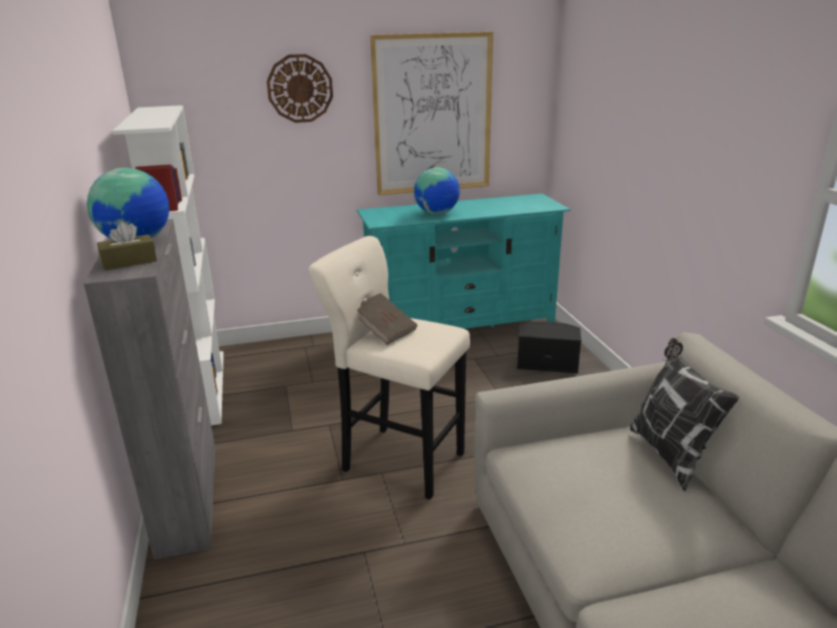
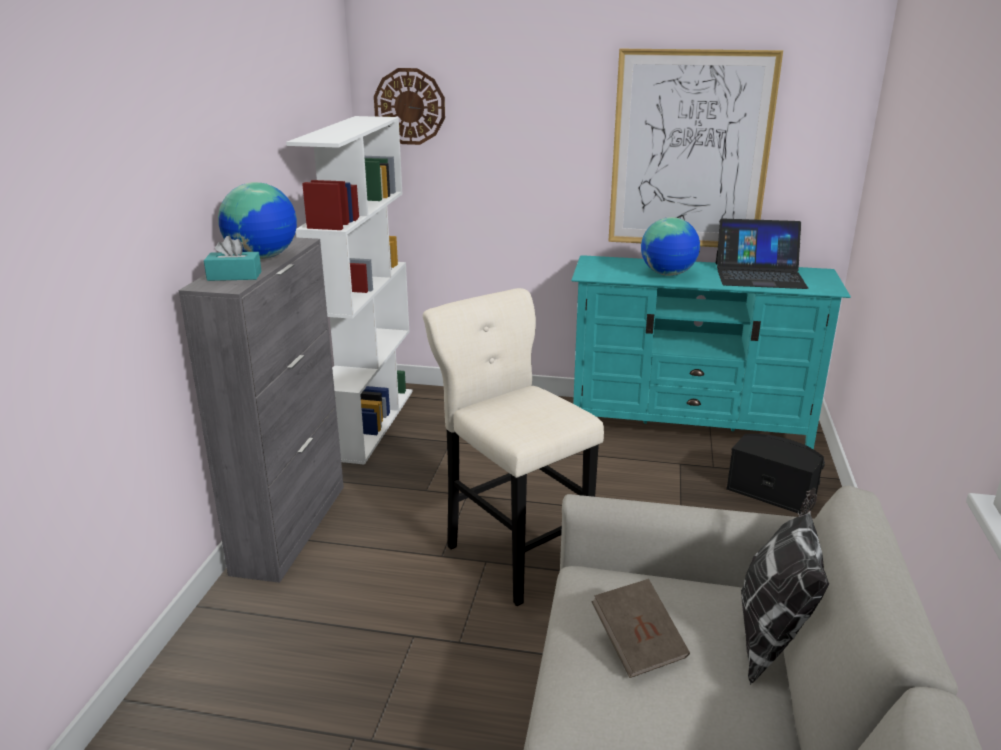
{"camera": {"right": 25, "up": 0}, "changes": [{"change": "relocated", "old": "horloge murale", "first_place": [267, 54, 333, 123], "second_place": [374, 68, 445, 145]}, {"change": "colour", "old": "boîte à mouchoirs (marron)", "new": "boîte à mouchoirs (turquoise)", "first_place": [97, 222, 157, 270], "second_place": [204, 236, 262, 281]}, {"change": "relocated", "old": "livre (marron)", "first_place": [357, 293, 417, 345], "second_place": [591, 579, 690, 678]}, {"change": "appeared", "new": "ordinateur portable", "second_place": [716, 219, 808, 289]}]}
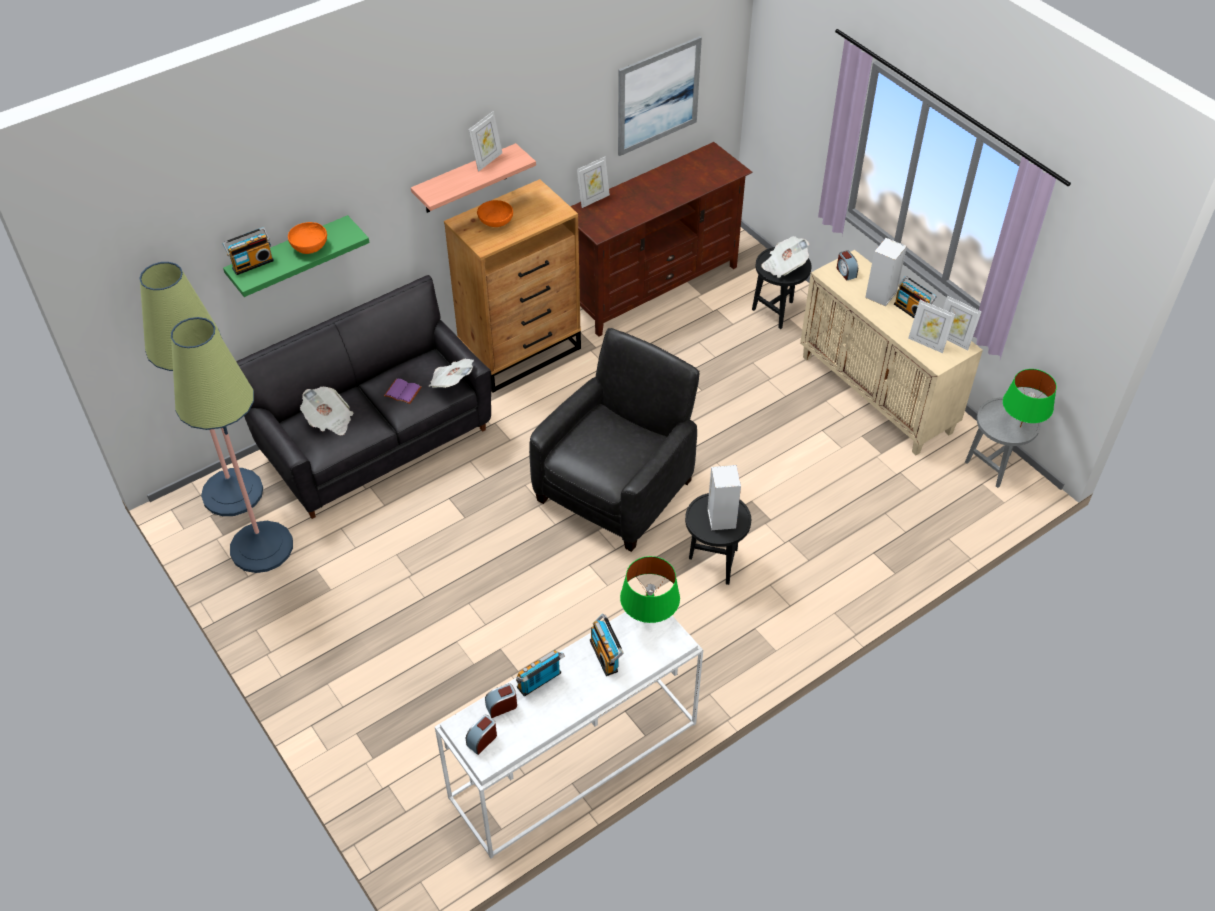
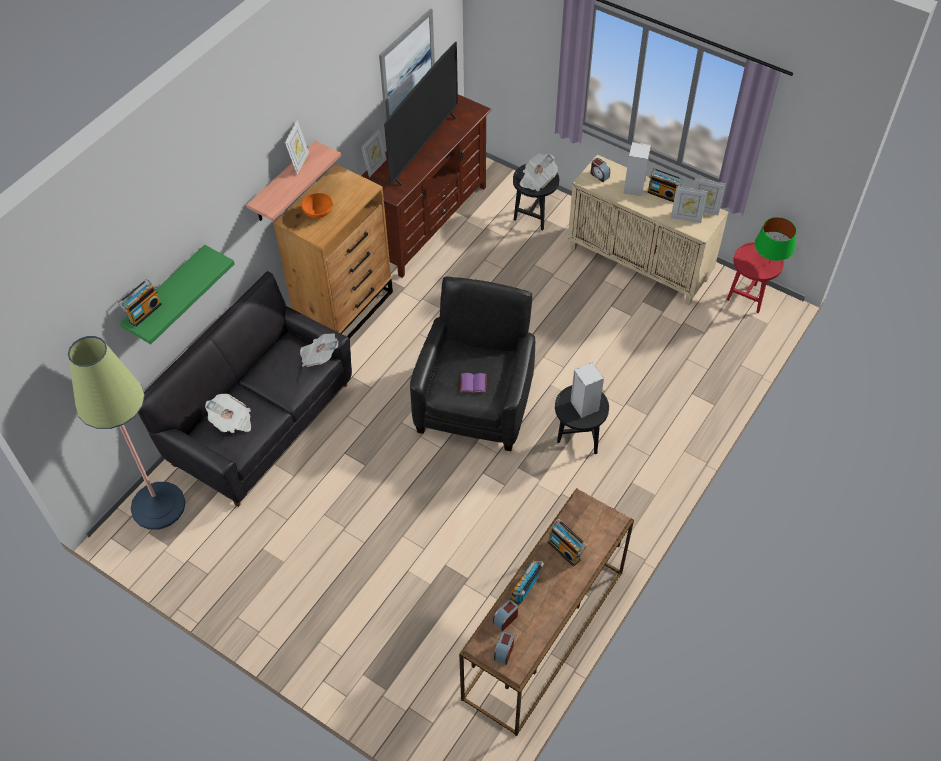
{"camera": {"right": -20, "up": 5}, "changes": [{"change": "missing", "old": "bol (orange)", "first_place": [288, 222, 327, 254]}, {"change": "missing", "old": "lampadaire", "first_place": [171, 317, 293, 573]}, {"change": "relocated", "old": "livre (violet)", "first_place": [384, 378, 422, 404], "second_place": [460, 373, 487, 393]}, {"change": "colour", "old": "table d'appoint (gris)", "new": "table d'appoint (rouge)", "first_place": [965, 397, 1041, 488], "second_place": [727, 242, 784, 314]}, {"change": "missing", "old": "lampe de table (vert)", "first_place": [620, 556, 680, 623]}, {"change": "colour", "old": "table console (blanc)", "new": "table console (marron)", "first_place": [435, 612, 703, 859], "second_place": [459, 488, 634, 736]}, {"change": "appeared", "new": "téléviseur", "second_place": [384, 42, 458, 186]}]}
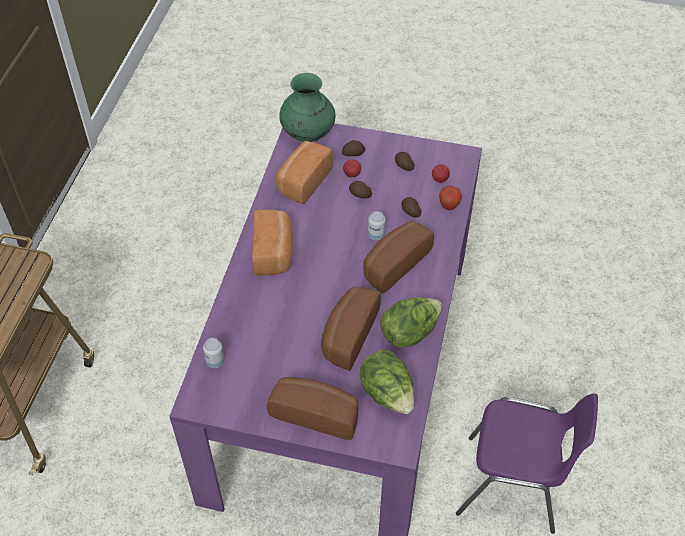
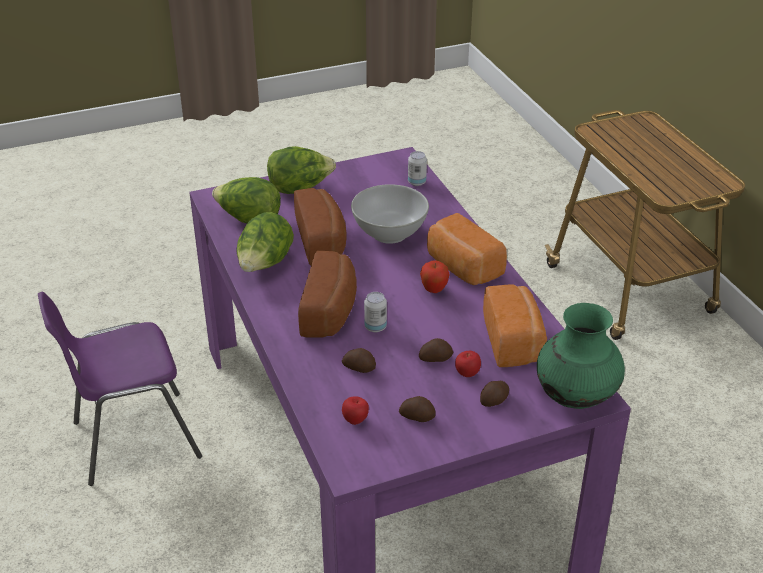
{"camera": {"right": 145, "up": -15}, "changes": [{"change": "relocated", "old": "pomme", "first_place": [439, 186, 462, 210], "second_place": [420, 260, 450, 293]}, {"change": "exchanged", "old": "pain", "new": "laitue", "first_place": [267, 377, 359, 440], "second_place": [267, 146, 336, 194]}, {"change": "appeared", "new": "bol (blanc)", "second_place": [351, 184, 429, 244]}]}
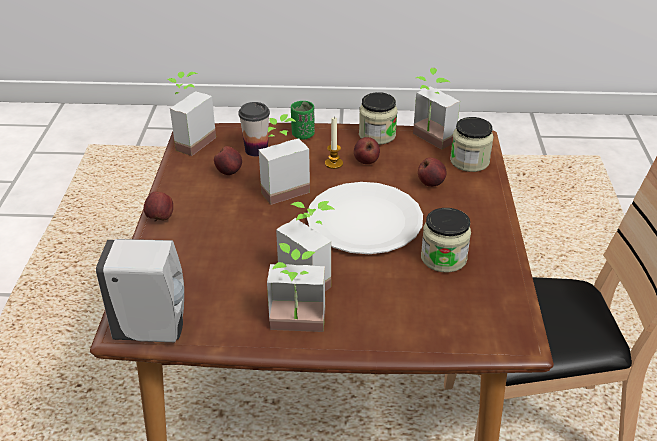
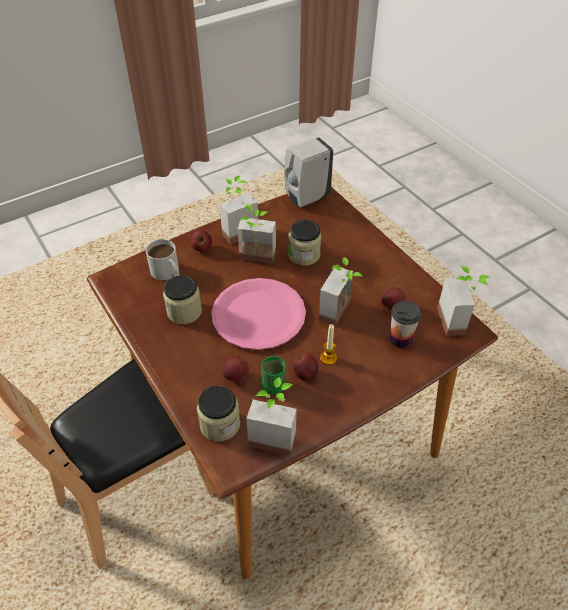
{"camera": {"right": 145, "up": 10}, "changes": [{"change": "relocated", "old": "bocal", "first_place": [359, 92, 398, 145], "second_place": [288, 220, 322, 266]}, {"change": "relocated", "old": "tasse (vert)", "first_place": [291, 101, 315, 140], "second_place": [261, 356, 286, 394]}, {"change": "colour", "old": "assiette (blanc)", "new": "assiette (rose)", "first_place": [307, 182, 423, 254], "second_place": [211, 278, 306, 350]}, {"change": "relocated", "old": "pomme", "first_place": [144, 192, 173, 221], "second_place": [191, 230, 212, 252]}, {"change": "appeared", "new": "mug (blanc)", "second_place": [146, 239, 180, 280]}]}
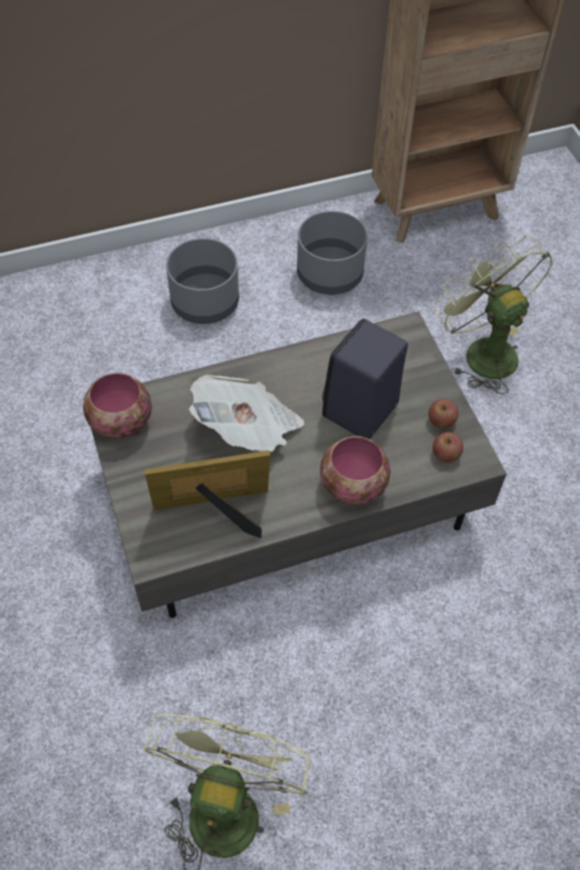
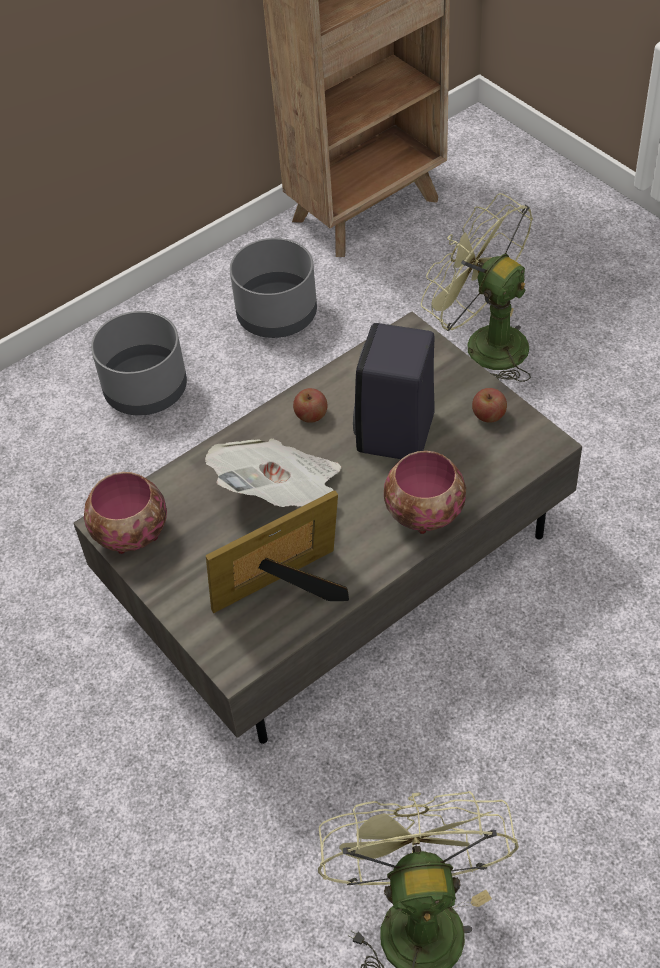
{"camera": {"right": -15, "up": -5}, "changes": [{"change": "relocated", "old": "pomme", "first_place": [433, 432, 463, 462], "second_place": [293, 388, 328, 423]}]}
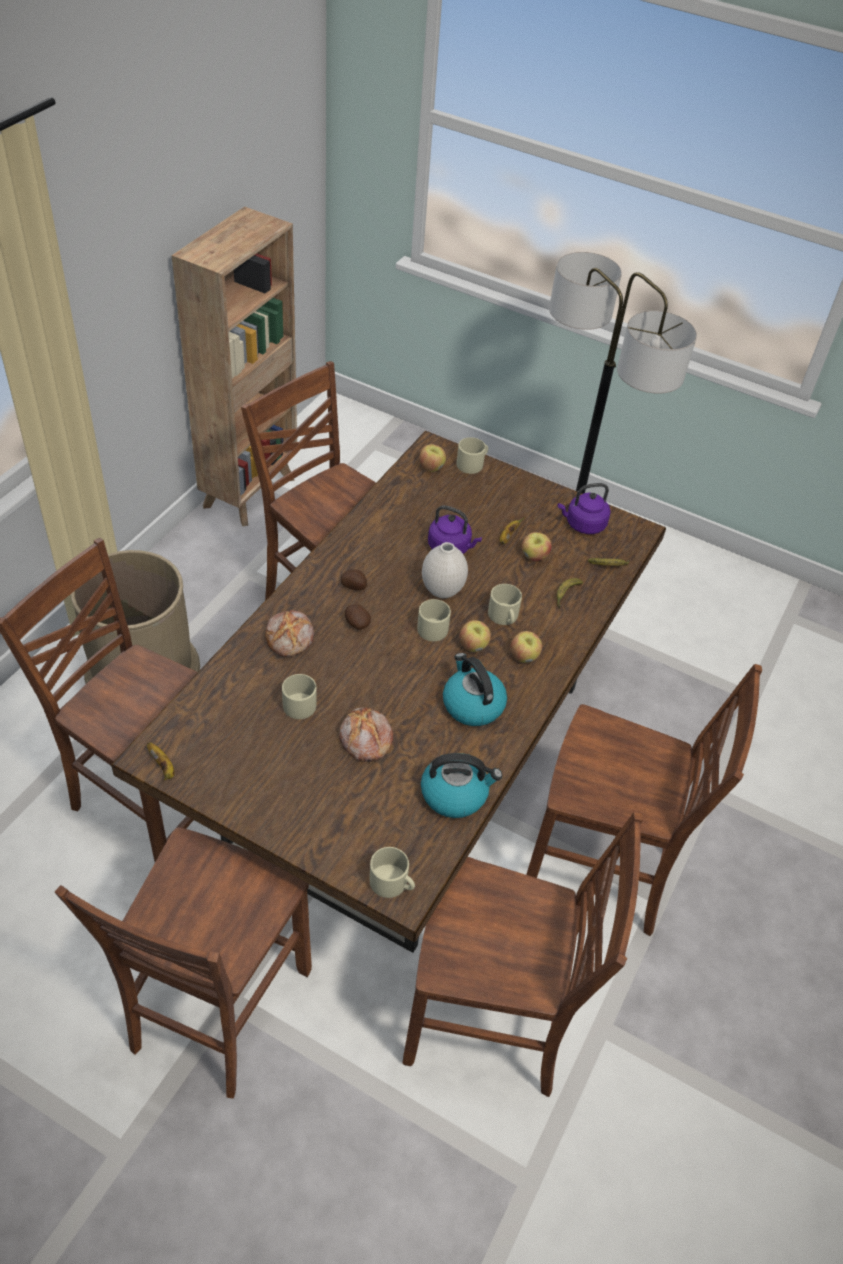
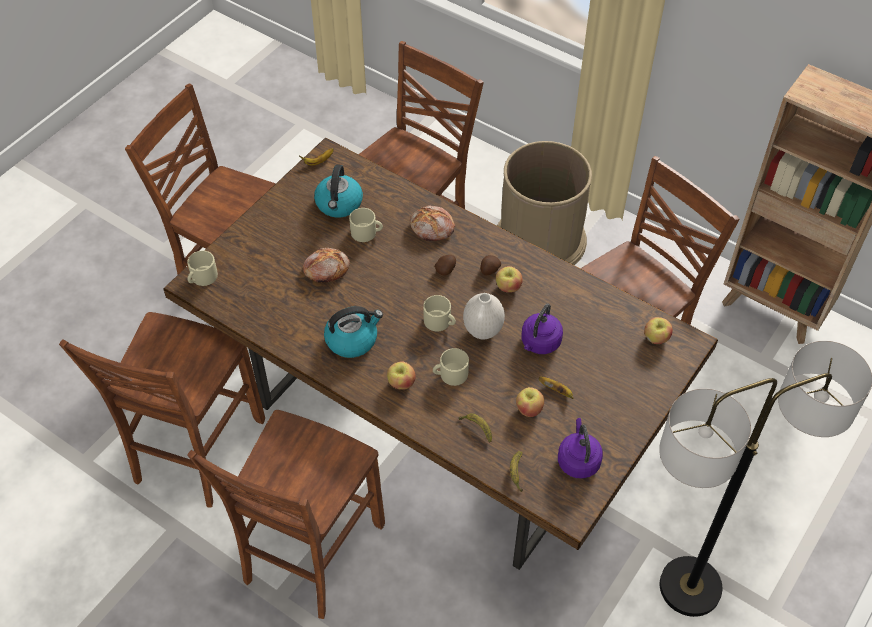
{"camera": {"right": 100, "up": 5}, "changes": [{"change": "missing", "old": "mug (beige)", "first_place": [457, 437, 488, 474]}, {"change": "relocated", "old": "pomme", "first_place": [459, 620, 491, 652], "second_place": [496, 266, 523, 293]}, {"change": "relocated", "old": "bouilloire", "first_place": [421, 753, 502, 818], "second_place": [314, 165, 363, 218]}]}
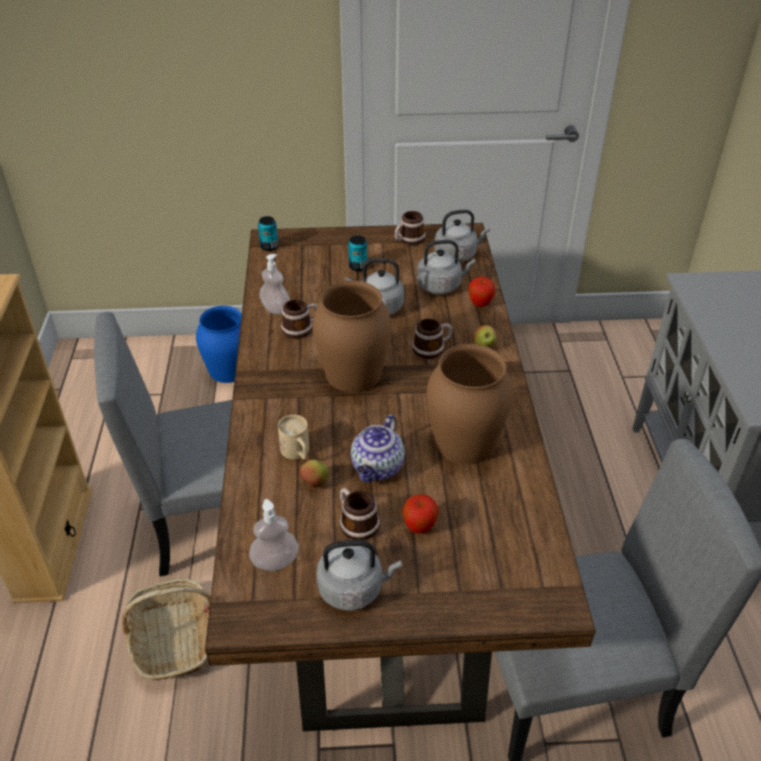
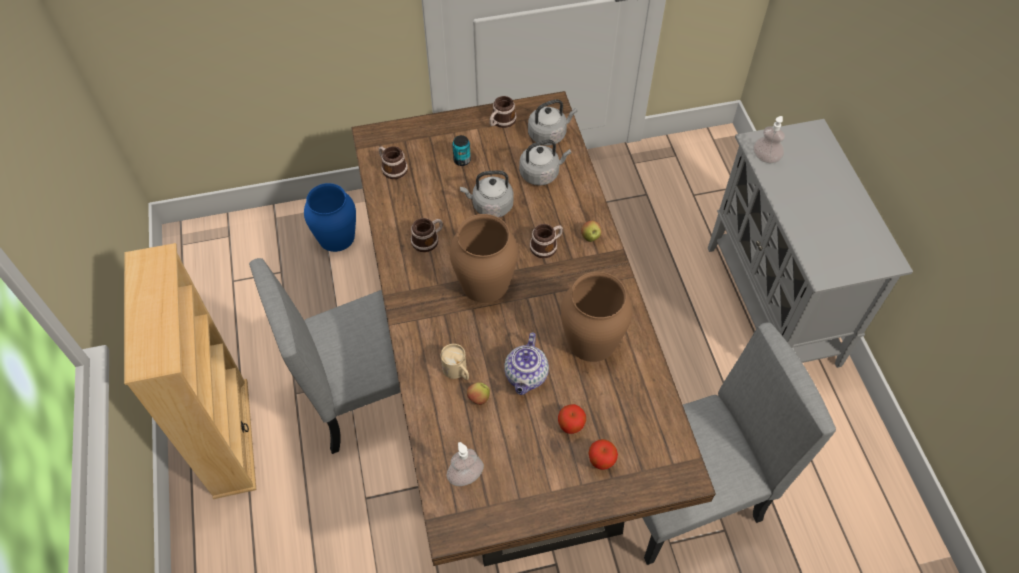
{"camera": {"right": -10, "up": 15}, "changes": [{"change": "missing", "old": "boîte métallique", "first_place": [258, 216, 278, 251]}, {"change": "relocated", "old": "distributeur de savon", "first_place": [260, 254, 290, 314], "second_place": [753, 116, 785, 163]}, {"change": "relocated", "old": "pomme", "first_place": [469, 276, 496, 307], "second_place": [588, 439, 618, 470]}, {"change": "relocated", "old": "mug", "first_place": [340, 488, 380, 540], "second_place": [379, 146, 408, 179]}, {"change": "missing", "old": "bouilloire (gris)", "first_place": [316, 540, 402, 611]}, {"change": "missing", "old": "panier", "first_place": [122, 579, 211, 681]}]}
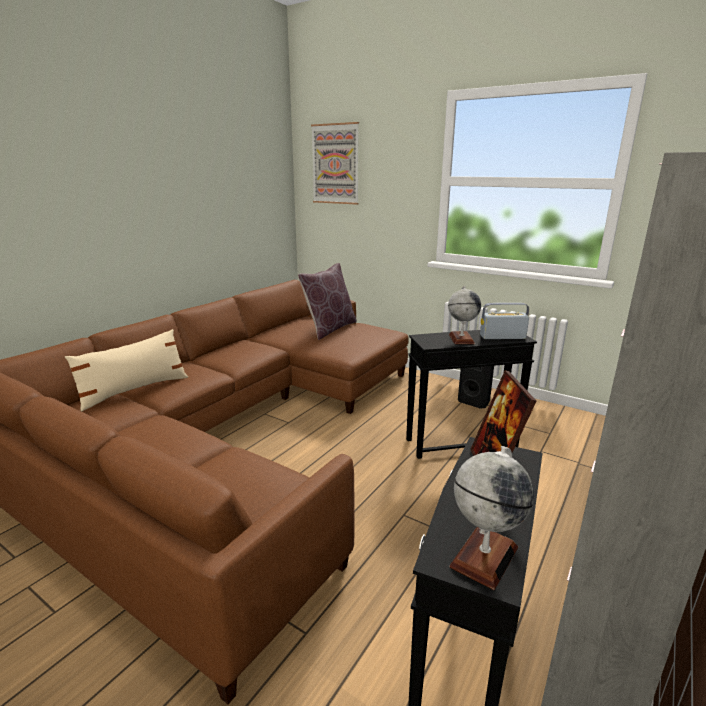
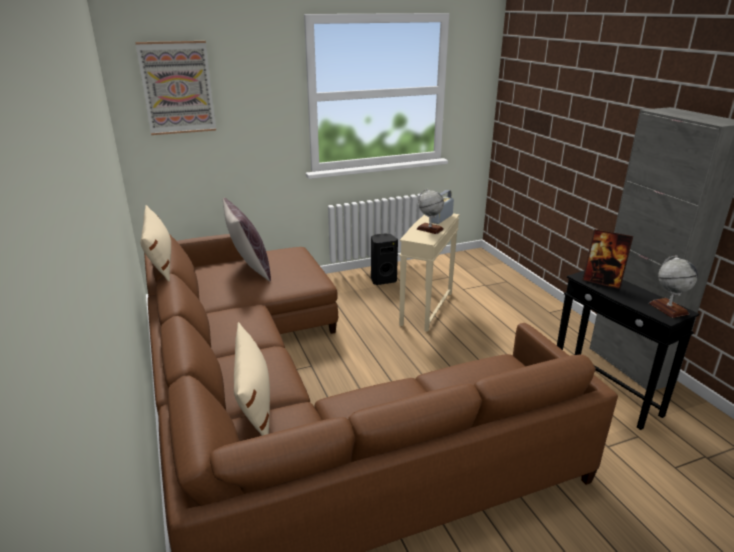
{"camera": {"right": -55, "up": 5}, "changes": [{"change": "colour", "old": "table d'appoint (noir)", "new": "table d'appoint (beige)", "first_place": [406, 330, 537, 459], "second_place": [399, 214, 460, 332]}, {"change": "appeared", "new": "coussin (beige)", "second_place": [140, 205, 171, 281]}]}
